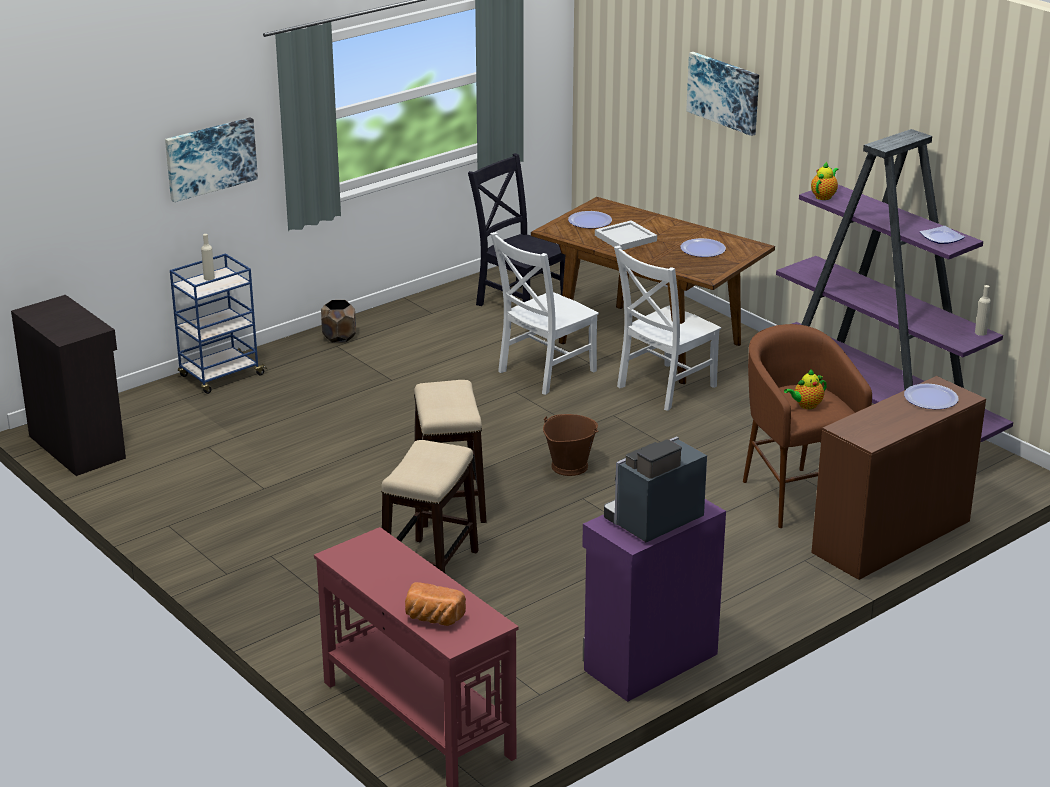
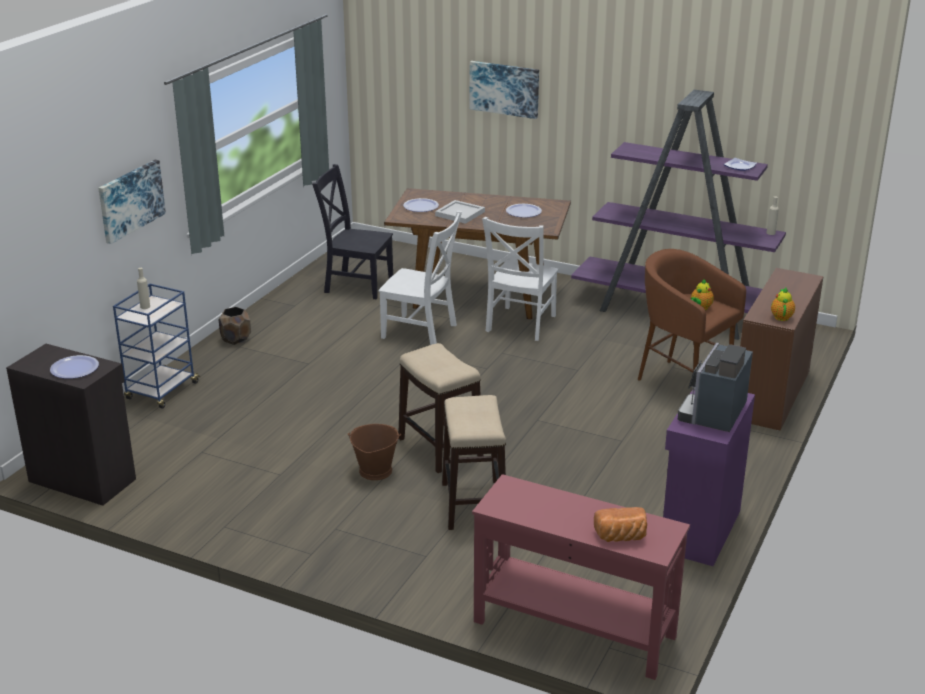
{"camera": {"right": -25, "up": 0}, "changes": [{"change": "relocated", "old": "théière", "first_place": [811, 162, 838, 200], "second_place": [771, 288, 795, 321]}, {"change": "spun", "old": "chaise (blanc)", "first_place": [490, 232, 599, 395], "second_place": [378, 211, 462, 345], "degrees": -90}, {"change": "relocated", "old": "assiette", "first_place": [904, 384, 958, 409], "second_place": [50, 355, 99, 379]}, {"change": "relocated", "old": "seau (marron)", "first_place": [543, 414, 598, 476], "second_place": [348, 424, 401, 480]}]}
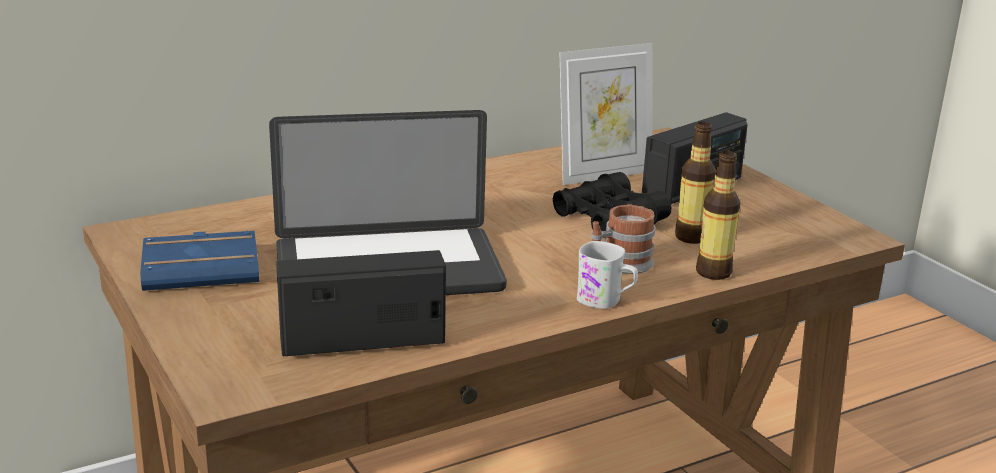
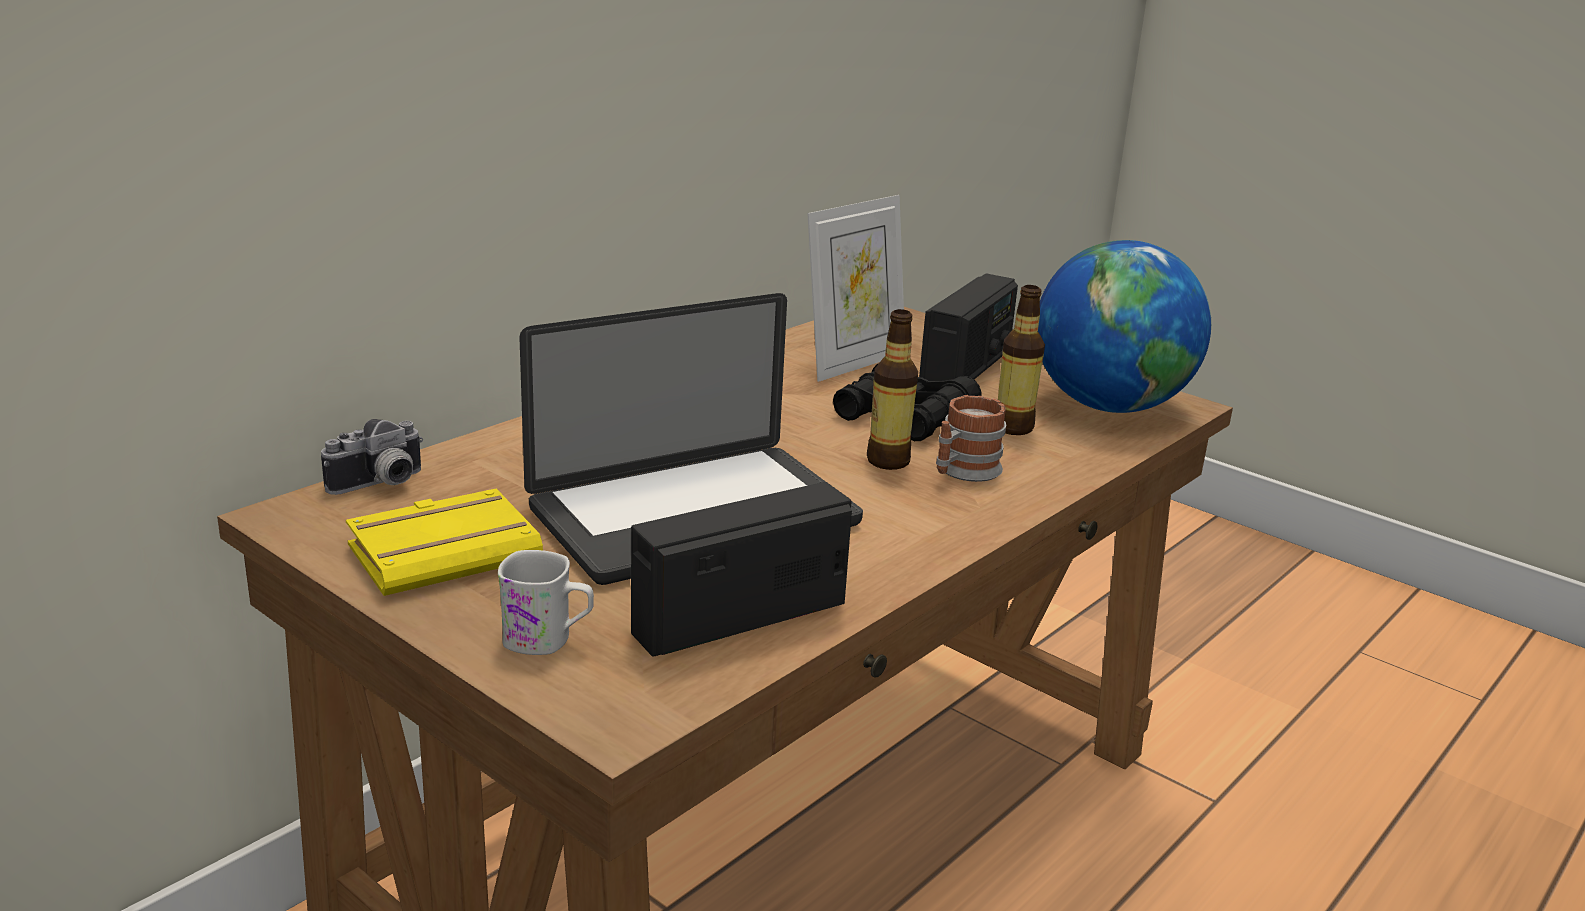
{"camera": {"right": -20, "up": 0}, "changes": [{"change": "relocated", "old": "bouteille", "first_place": [696, 151, 740, 280], "second_place": [867, 309, 918, 470]}, {"change": "colour", "old": "livre (bleu)", "new": "livre (jaune)", "first_place": [140, 231, 259, 291], "second_place": [346, 489, 543, 596]}, {"change": "relocated", "old": "mug (blanc)", "first_place": [577, 241, 638, 309], "second_place": [498, 550, 594, 655]}, {"change": "appeared", "new": "globe", "second_place": [1038, 240, 1211, 413]}, {"change": "appeared", "new": "appareil photo", "second_place": [321, 419, 423, 495]}]}
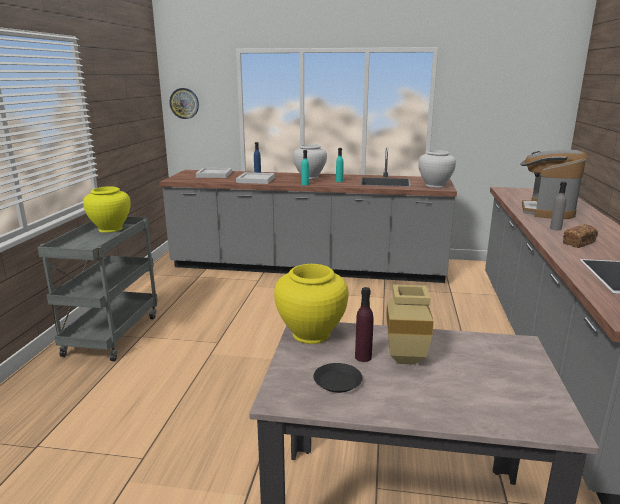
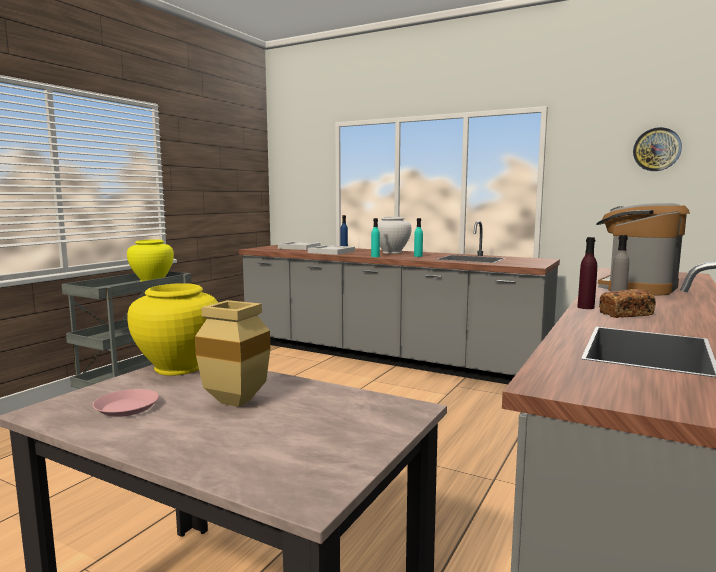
{"camera": {"right": 20, "up": -10}, "changes": [{"change": "relocated", "old": "horloge murale", "first_place": [170, 88, 199, 119], "second_place": [633, 127, 682, 171]}, {"change": "missing", "old": "vase (blanc)", "first_place": [418, 150, 456, 188]}, {"change": "relocated", "old": "bouteille (violet)", "first_place": [355, 287, 373, 362], "second_place": [577, 237, 597, 309]}, {"change": "colour", "old": "assiette (noir)", "new": "assiette (rose)", "first_place": [313, 363, 362, 393], "second_place": [93, 389, 159, 417]}]}
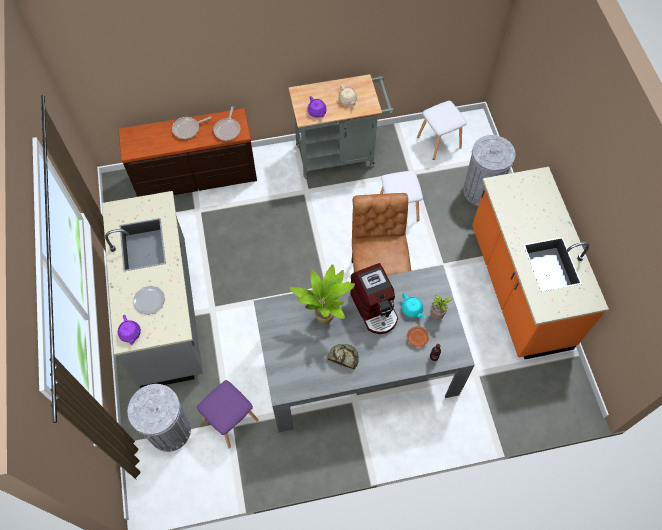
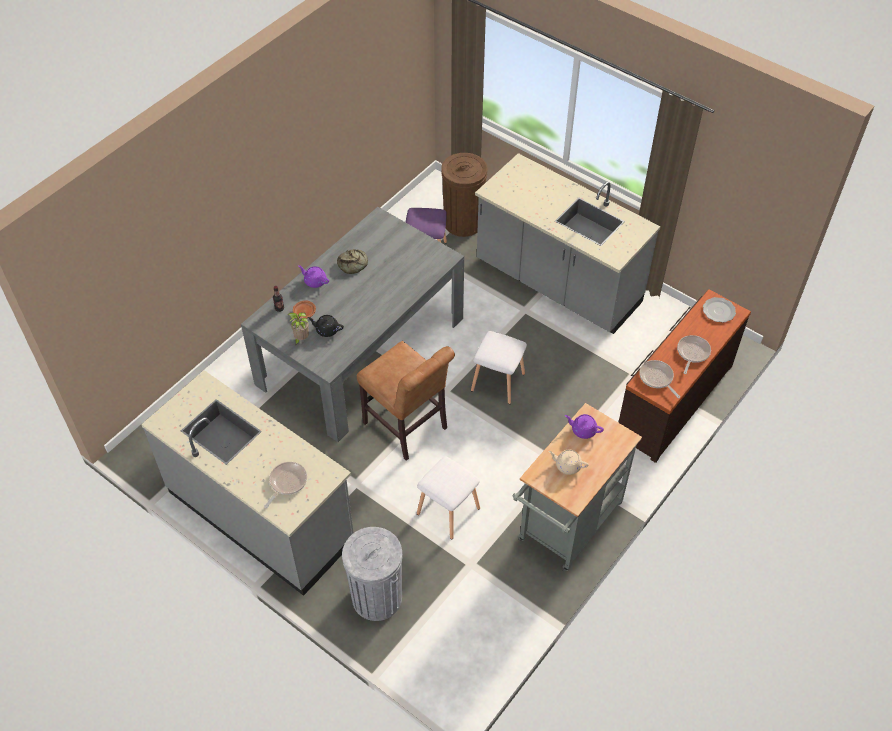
{"camera": {"right": 140, "up": -10}, "changes": [{"change": "relocated", "old": "tabouret (blanc)", "first_place": [417, 101, 467, 160], "second_place": [471, 331, 527, 404]}, {"change": "colour", "old": "comptoir de cuisine (orange)", "new": "comptoir de cuisine (gris)", "first_place": [472, 167, 609, 359], "second_place": [141, 370, 354, 596]}, {"change": "missing", "old": "machine à café", "first_place": [350, 263, 398, 334]}, {"change": "missing", "old": "plante en pot", "first_place": [289, 264, 355, 324]}, {"change": "relocated", "old": "assiette", "first_place": [133, 286, 165, 315], "second_place": [703, 297, 736, 323]}, {"change": "colour", "old": "théière (turquoise)", "new": "théière (noir)", "first_place": [402, 293, 425, 318], "second_place": [307, 315, 344, 337]}, {"change": "relocated", "old": "théière (violet)", "first_place": [118, 315, 141, 345], "second_place": [298, 265, 329, 288]}, {"change": "colour", "old": "poubelle (gris)", "new": "poubelle (marron)", "first_place": [127, 384, 191, 452], "second_place": [441, 153, 487, 237]}, {"change": "appeared", "new": "poêle", "second_place": [264, 462, 307, 508]}]}
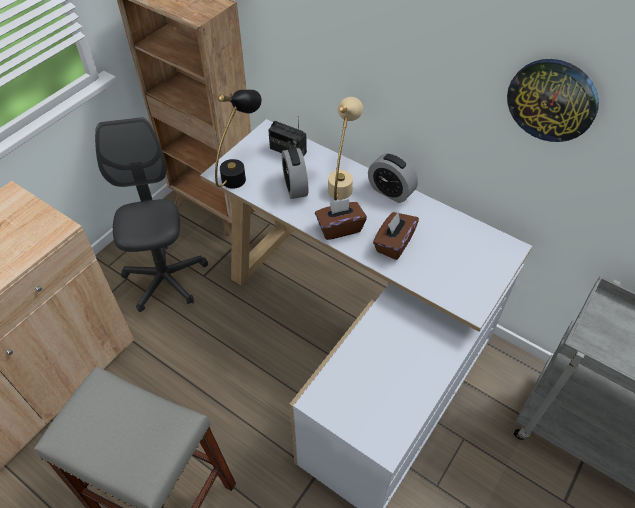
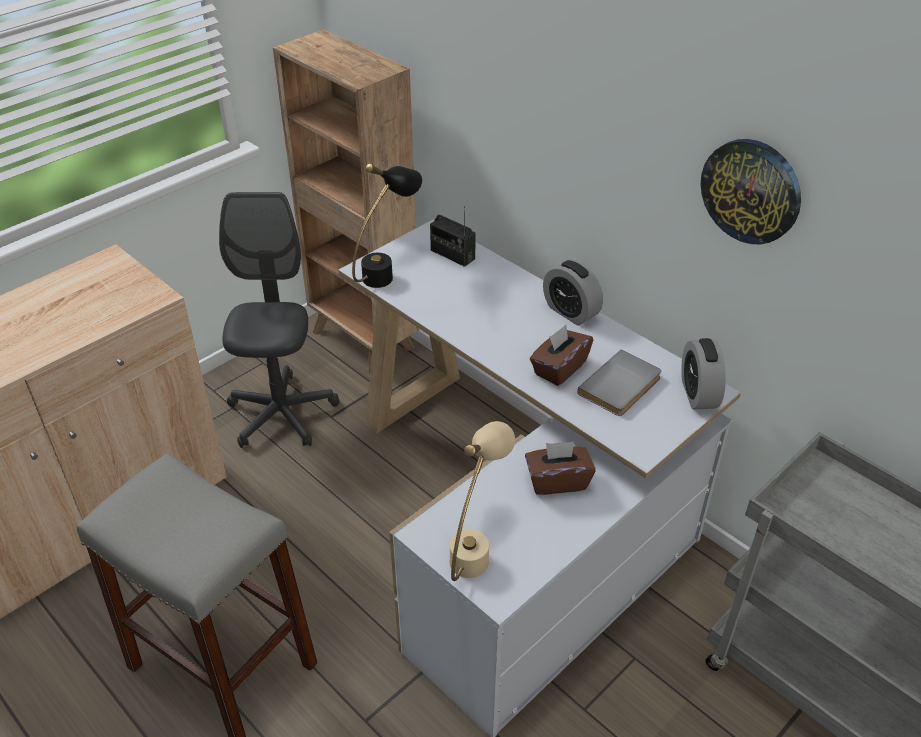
{"camera": {"right": 10, "up": -10}, "changes": [{"change": "relocated", "old": "lampe de table (beige)", "first_place": [328, 97, 363, 200], "second_place": [450, 421, 515, 581]}, {"change": "relocated", "old": "réveil", "first_place": [282, 148, 308, 199], "second_place": [681, 338, 726, 409]}, {"change": "relocated", "old": "boîte à mouchoirs (marron)", "first_place": [315, 199, 367, 240], "second_place": [525, 442, 596, 495]}, {"change": "appeared", "new": "livre (gris)", "second_place": [577, 350, 661, 416]}]}
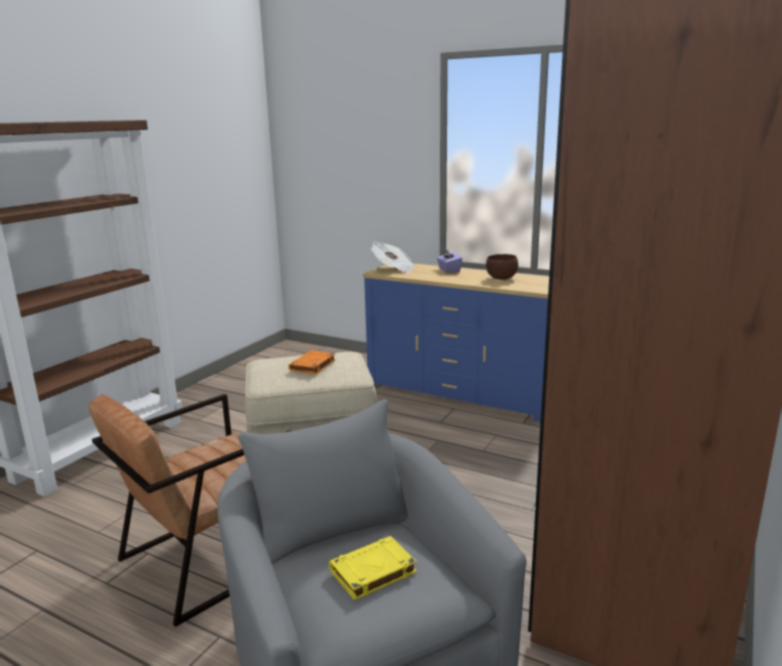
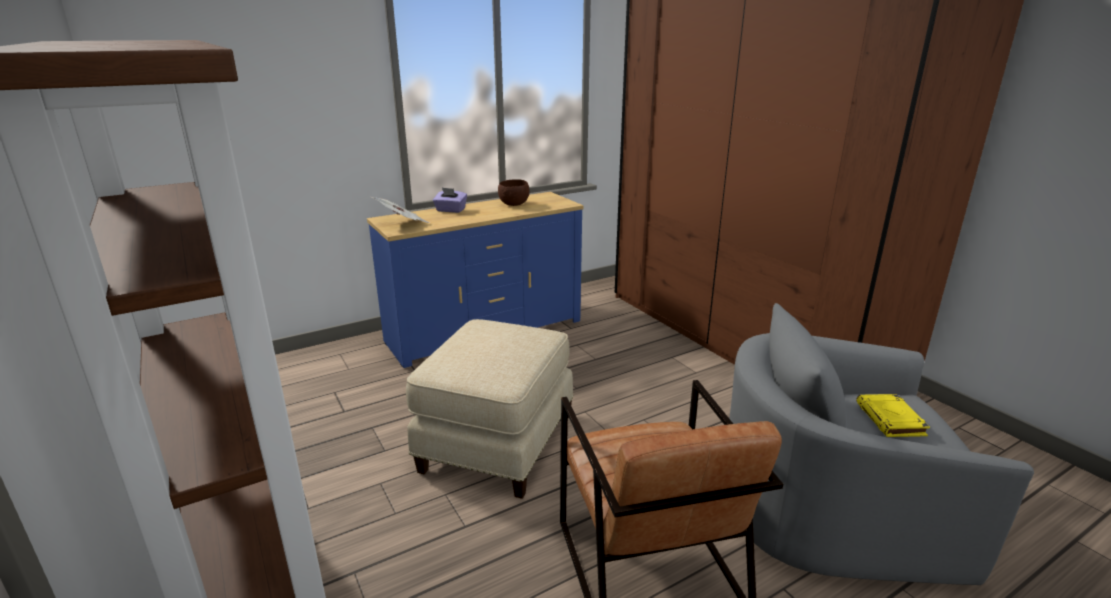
{"camera": {"right": -60, "up": 5}, "changes": [{"change": "missing", "old": "livre (orange)", "first_place": [289, 350, 336, 375]}]}
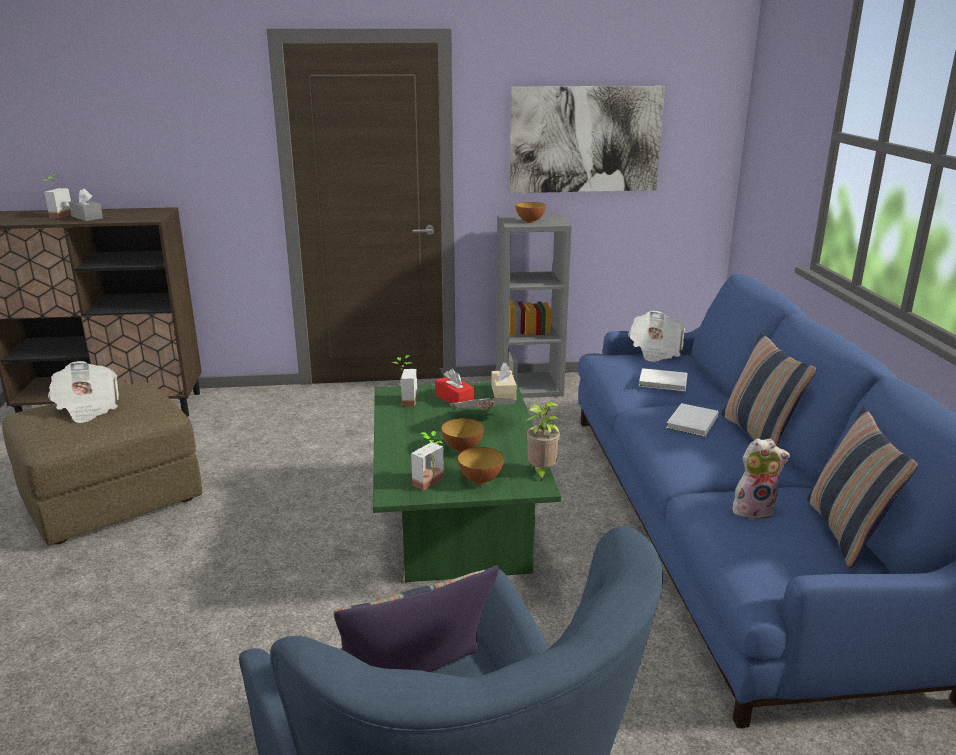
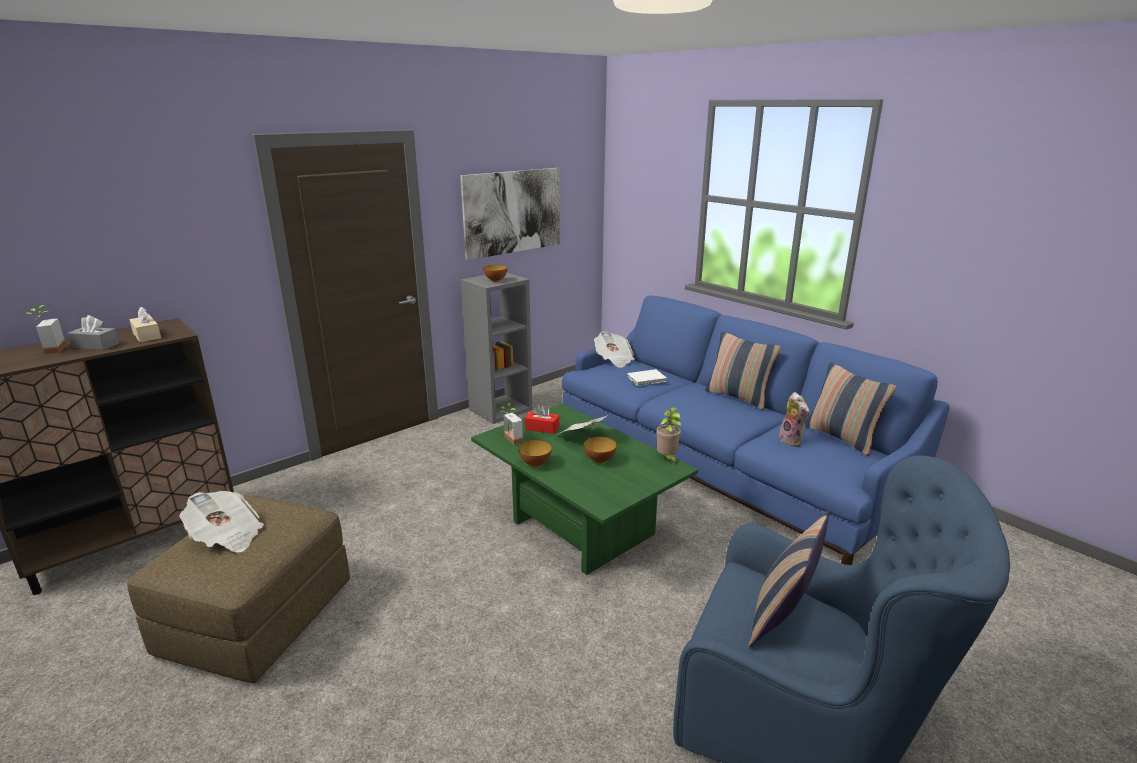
{"camera": {"right": -35, "up": 0}, "changes": [{"change": "relocated", "old": "boîte à mouchoirs (beige)", "first_place": [491, 363, 516, 401], "second_place": [129, 307, 161, 342]}, {"change": "missing", "old": "livre (blanc)", "first_place": [666, 403, 719, 437]}, {"change": "missing", "old": "plante en pot", "first_place": [411, 431, 444, 491]}, {"change": "spun", "old": "peluche", "first_place": [732, 438, 790, 520], "second_place": [779, 392, 810, 447], "degrees": 105}, {"change": "relocated", "old": "bol", "first_place": [458, 447, 504, 485], "second_place": [519, 440, 552, 467]}]}
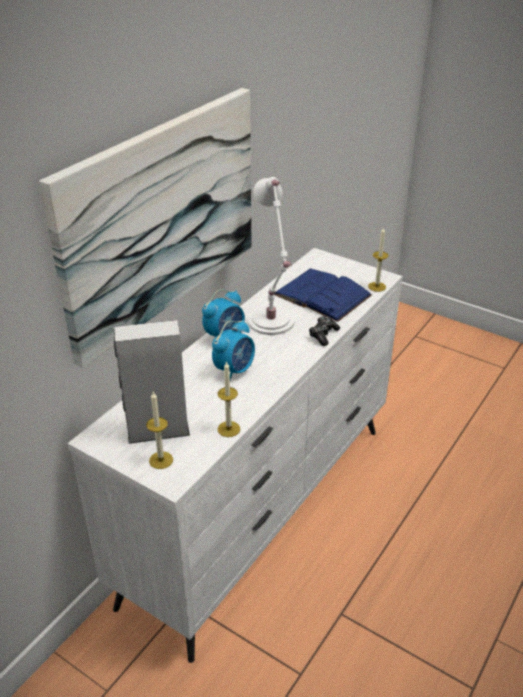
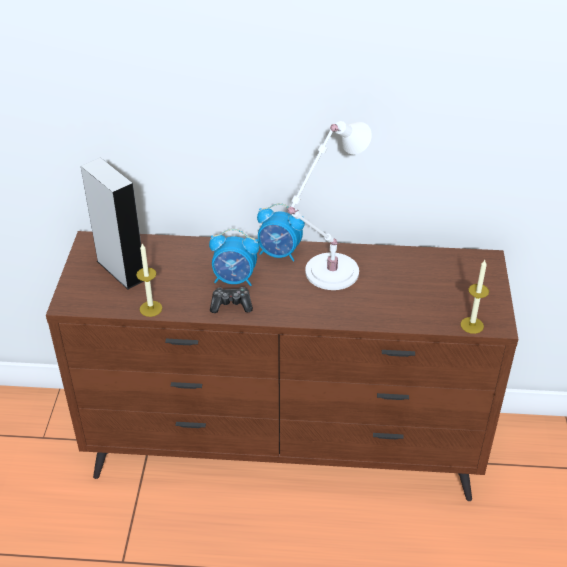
{"camera": {"right": 60, "up": 5}, "changes": [{"change": "missing", "old": "tableau", "first_place": [39, 88, 252, 368]}, {"change": "colour", "old": "commode (blanc)", "new": "commode (marron)", "first_place": [68, 248, 402, 663], "second_place": [46, 231, 518, 501]}, {"change": "missing", "old": "livre (bleu)", "first_place": [273, 269, 372, 322]}, {"change": "relocated", "old": "manette", "first_place": [309, 316, 340, 346], "second_place": [210, 287, 253, 313]}, {"change": "missing", "old": "bougie", "first_place": [146, 392, 173, 469]}]}
